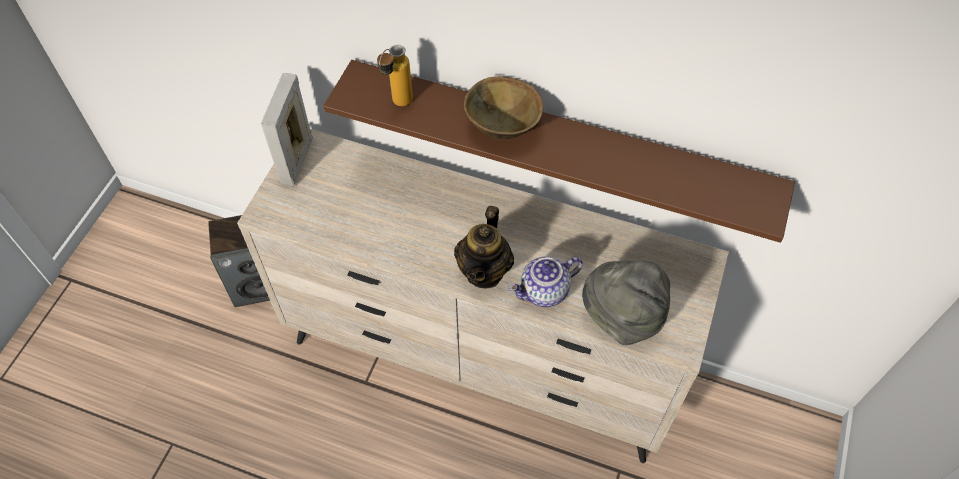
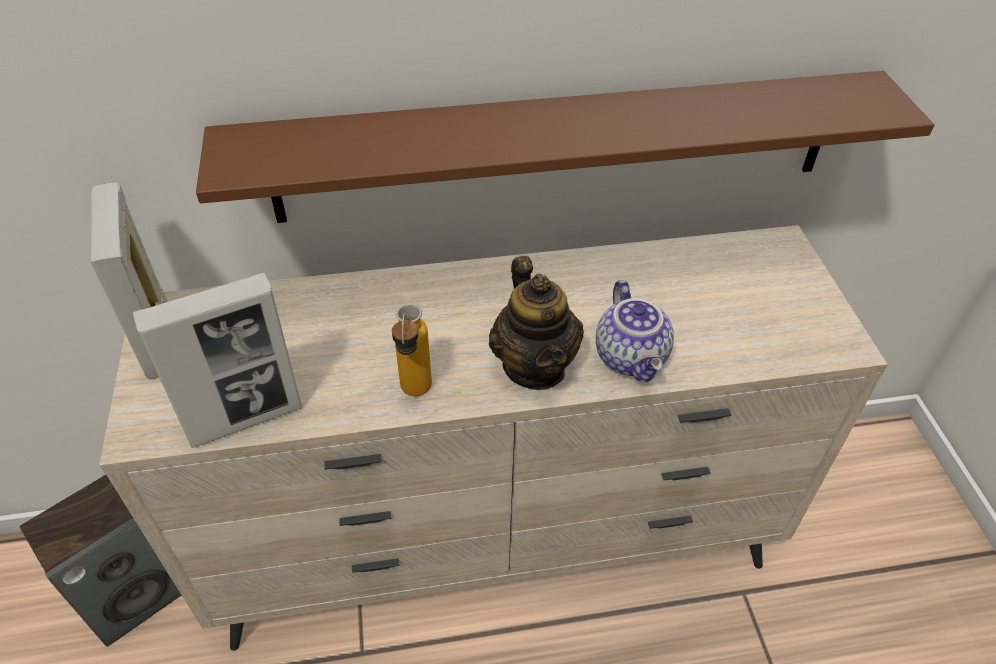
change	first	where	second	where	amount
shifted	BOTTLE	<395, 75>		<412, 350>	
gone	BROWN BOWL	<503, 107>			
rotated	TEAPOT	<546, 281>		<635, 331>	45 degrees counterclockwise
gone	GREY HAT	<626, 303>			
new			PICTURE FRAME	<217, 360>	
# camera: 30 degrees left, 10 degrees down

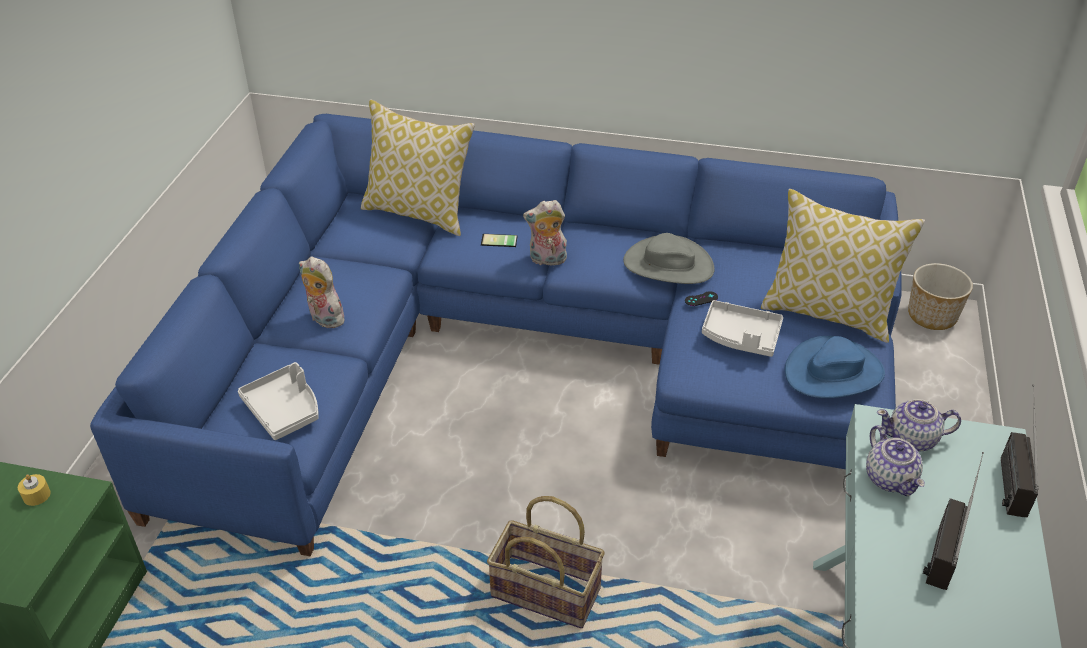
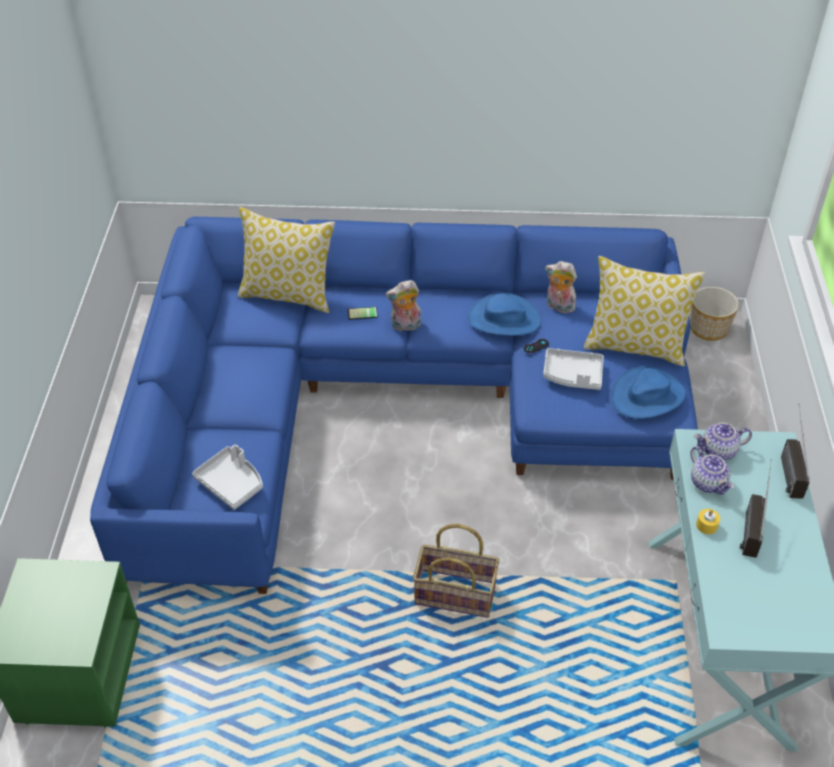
change	first	where	second	where	amount
shifted	YELLOW CANDLE	<34, 490>		<708, 521>	
shifted	PLUSH TOY	<322, 292>		<561, 287>	
repainted	GREY HAT	<669, 258>	BLUE HAT	<504, 314>	
# camera: 10 degrees left, 5 degrees up

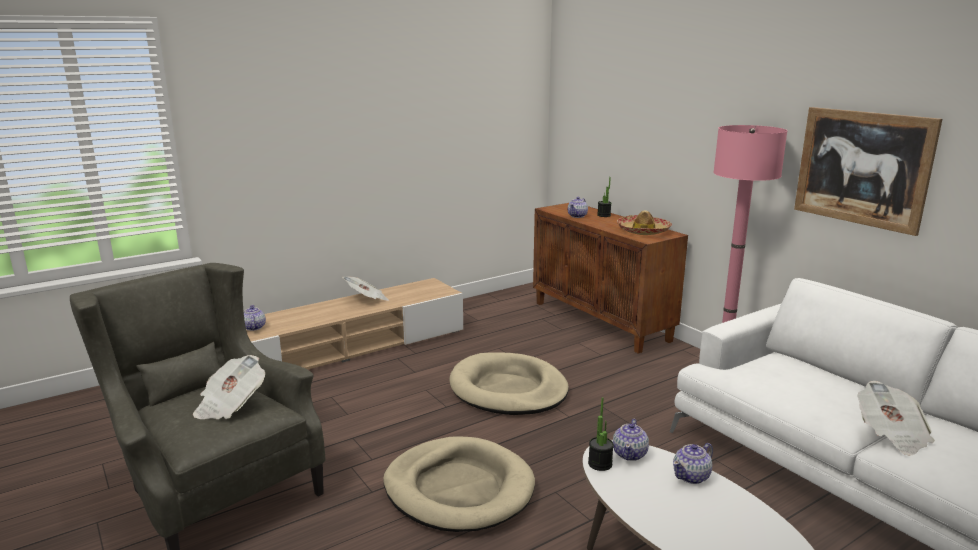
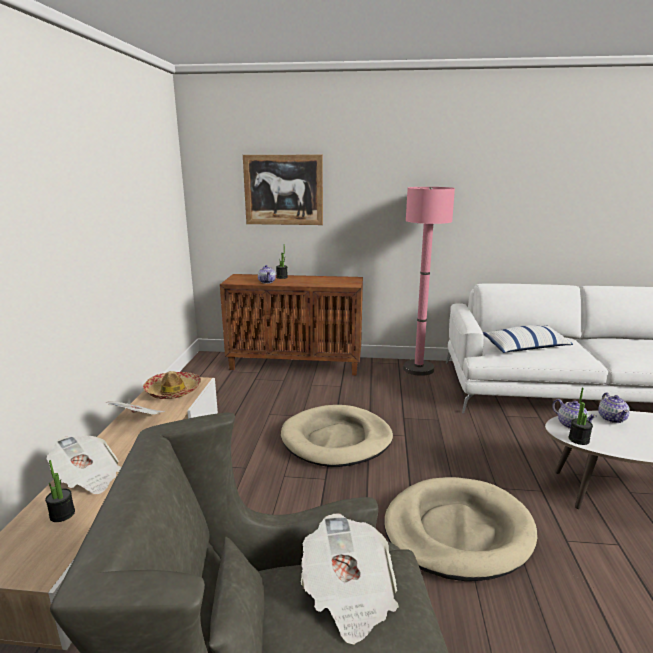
change	first	where	second	where	amount
swapped	TEAPOT	<255, 318>	POTTED PLANT	<60, 491>	
shifted	HAT	<644, 222>		<172, 385>	
shifted	PICTURE	<868, 171>		<283, 190>	
shifted	NEWSPAPER	<896, 418>		<84, 464>	
new			PILLOW	<528, 339>	
# camera: 50 degrees left, 0 degrees up

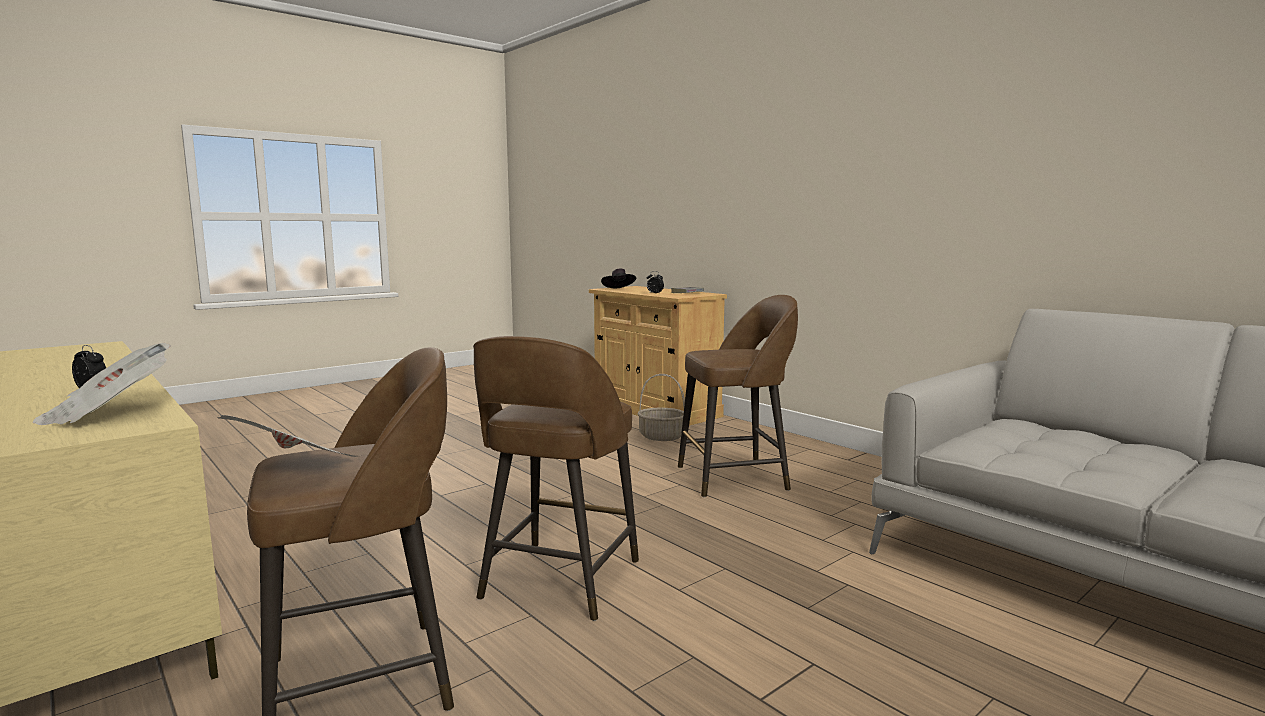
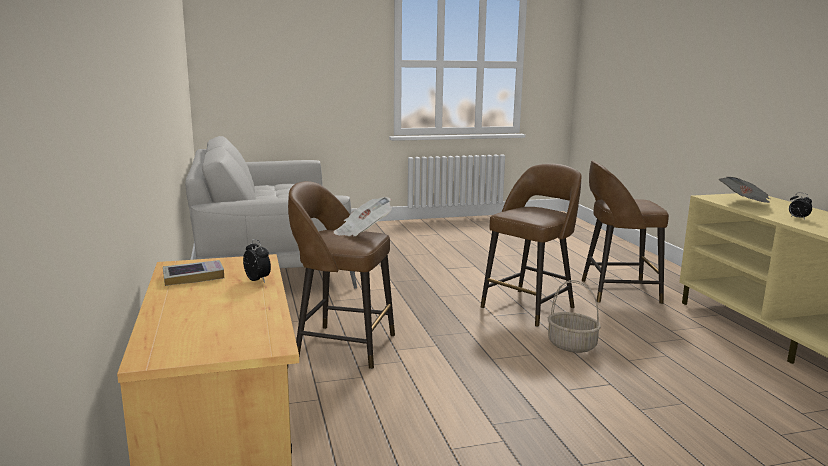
change	first	where	second	where	amount
shifted	NEWSPAPER	<287, 436>		<363, 217>	
gone	BLACK HAT	<618, 278>			
shifted	BASKET	<661, 407>		<574, 316>	
# camera: 155 degrees left, 5 degrees up

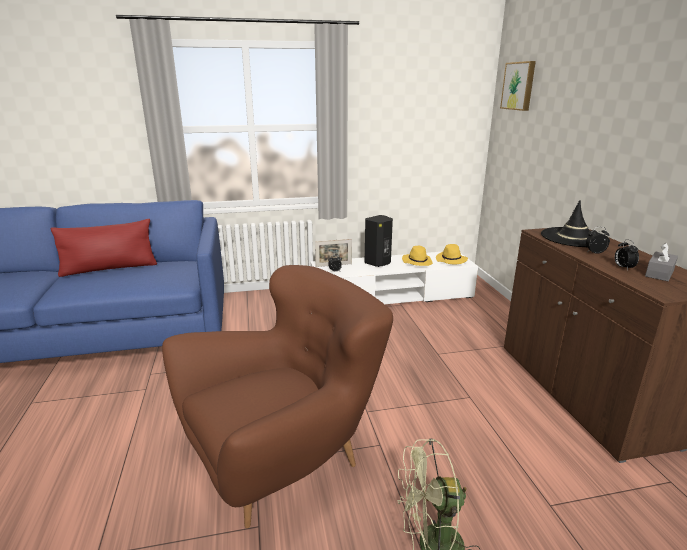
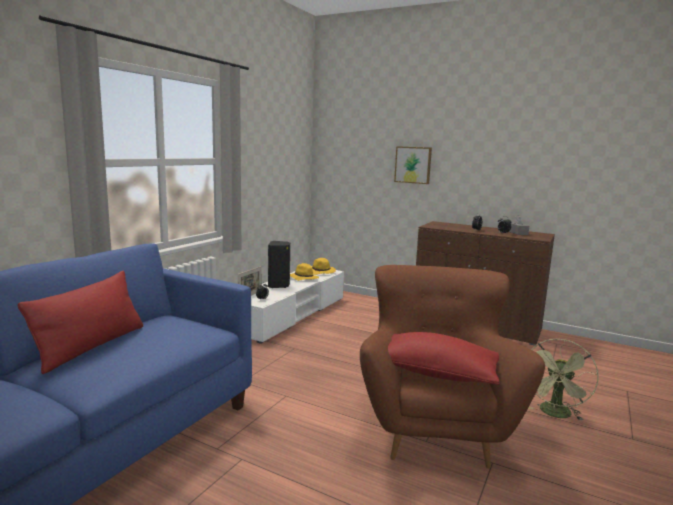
change	first	where	second	where	amount
shifted	PICTURE	<518, 86>		<413, 165>	
gone	BLACK HAT	<575, 223>			
new			RED PILLOW	<444, 358>	
# camera: 50 degrees left, 10 degrees down

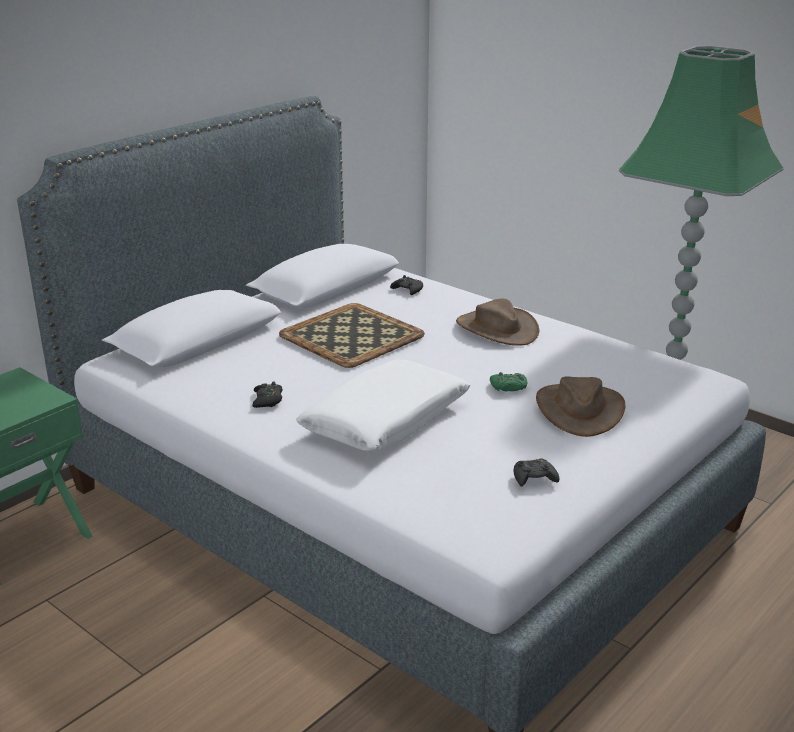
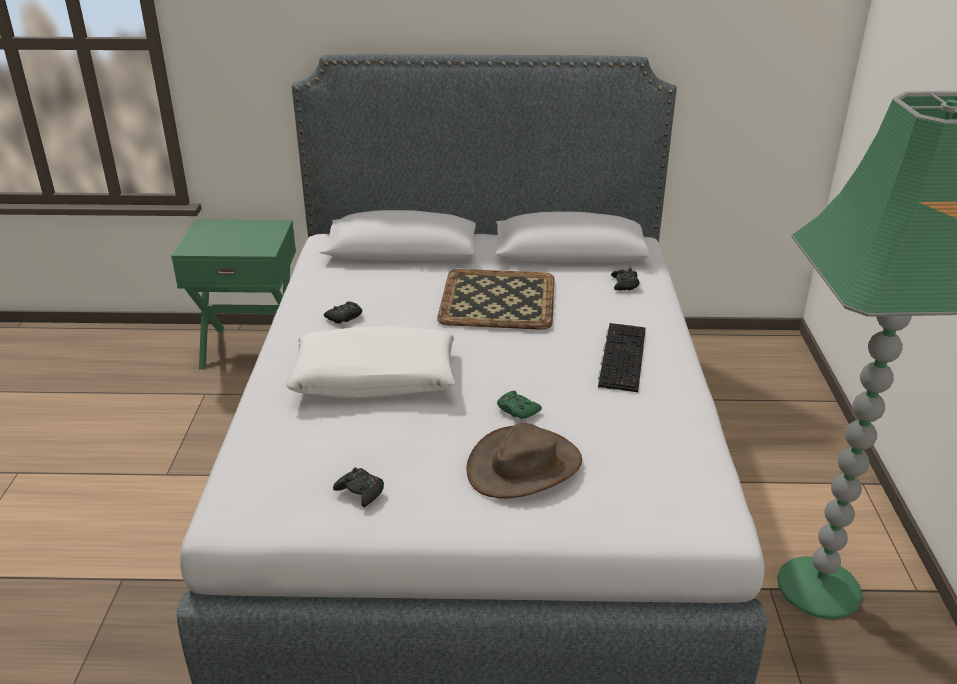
change	first	where	second	where	amount
swapped	BROWN HAT	<497, 322>	KEYBOARD	<622, 357>	
# camera: 50 degrees right, 5 degrees up

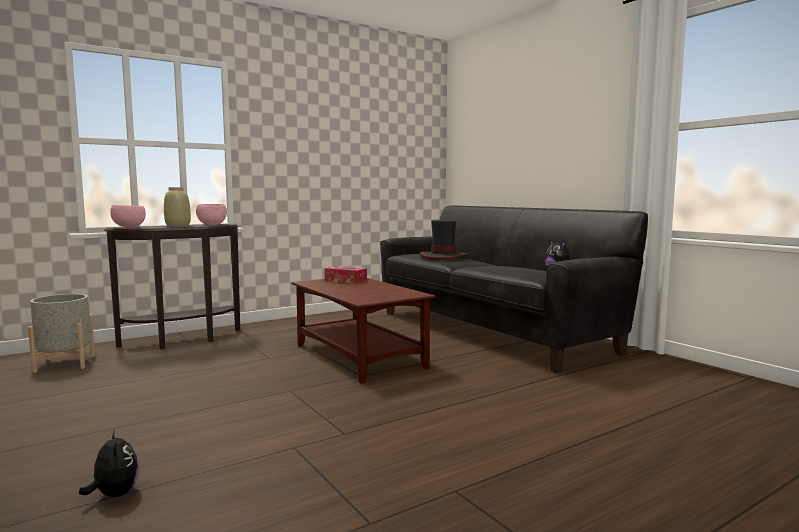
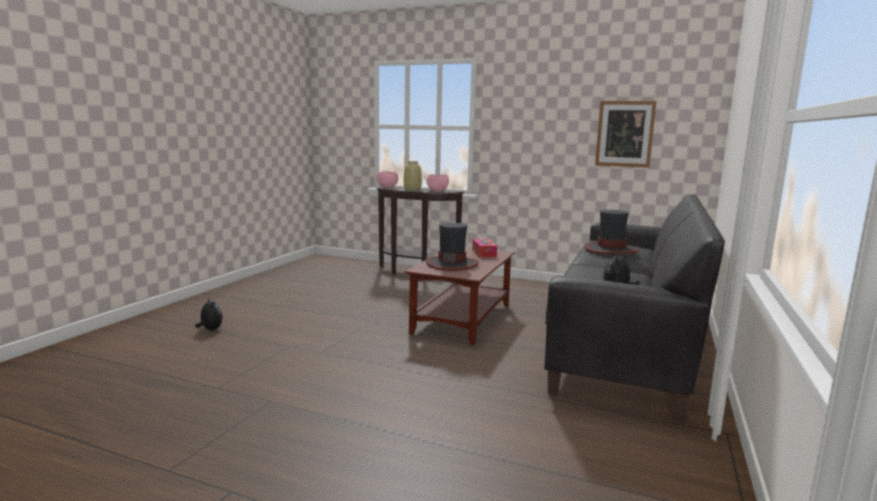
change	first	where	second	where	amount
gone	GREY PLANTER	<61, 333>			
rotated	PLUSH TOY	<109, 463>		<209, 314>	60 degrees counterclockwise
new			HAT	<452, 247>	
new			PICTURE	<625, 134>	
# camera: 55 degrees right, 5 degrees up

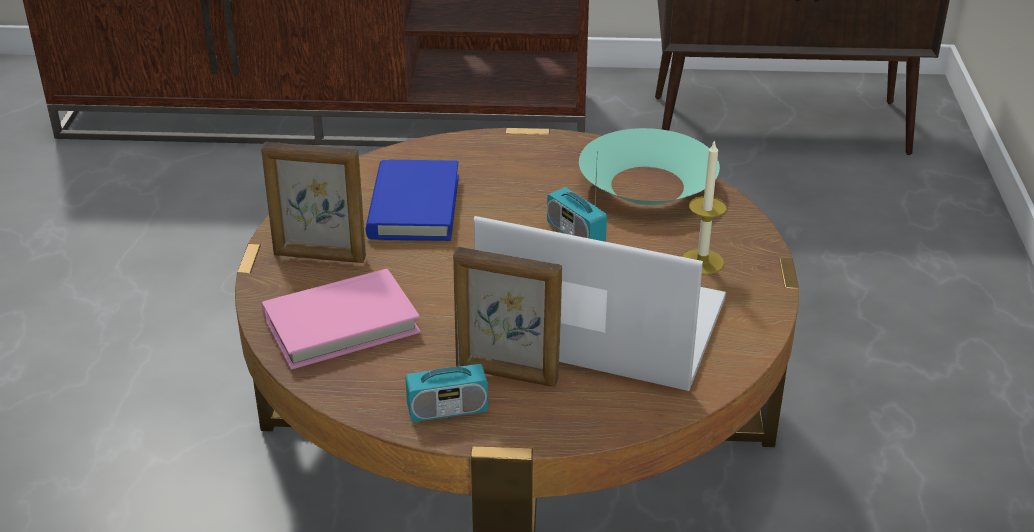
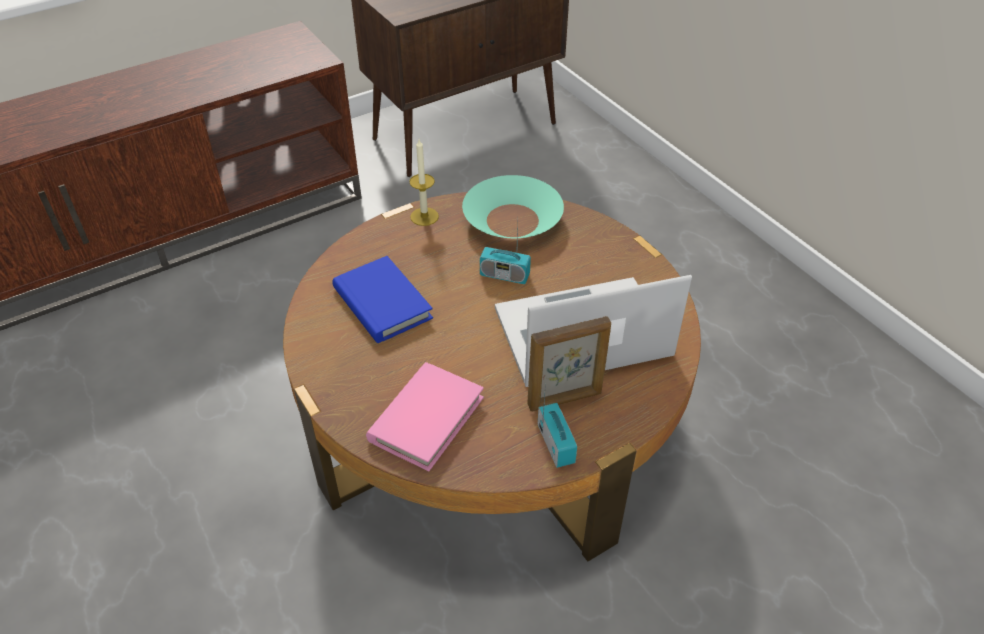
change	first	where	second	where	amount
gone	PICTURE FRAME	<313, 202>			
rotated	RADIO	<446, 370>		<557, 425>	60 degrees counterclockwise
shifted	CANDLE	<704, 207>		<424, 182>	
# camera: 35 degrees left, 10 degrees up

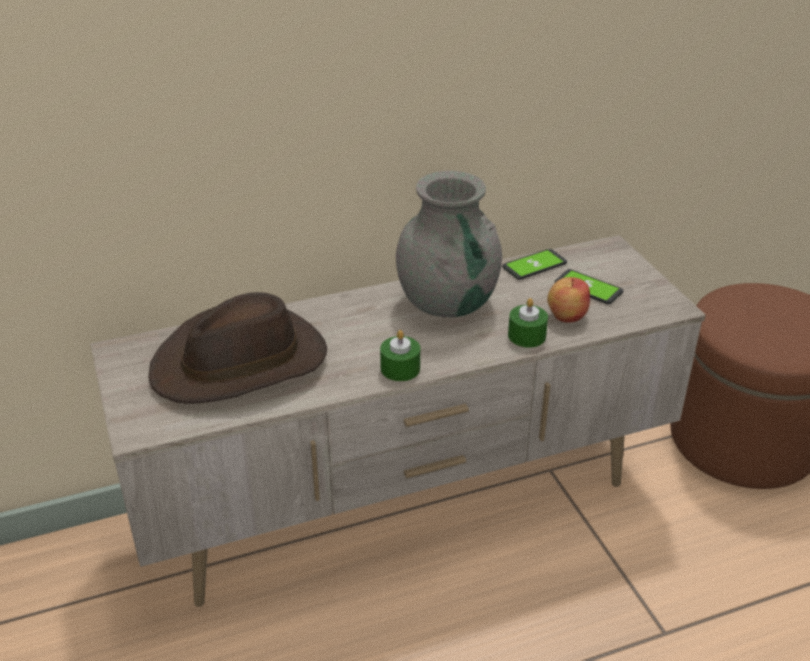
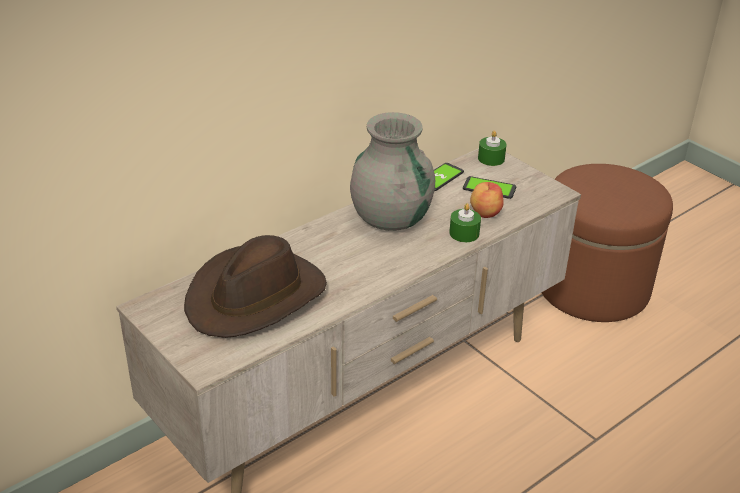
change	first	where	second	where	amount
shifted	GREEN CANDLE	<400, 355>		<492, 148>	
# camera: 20 degrees left, 0 degrees up

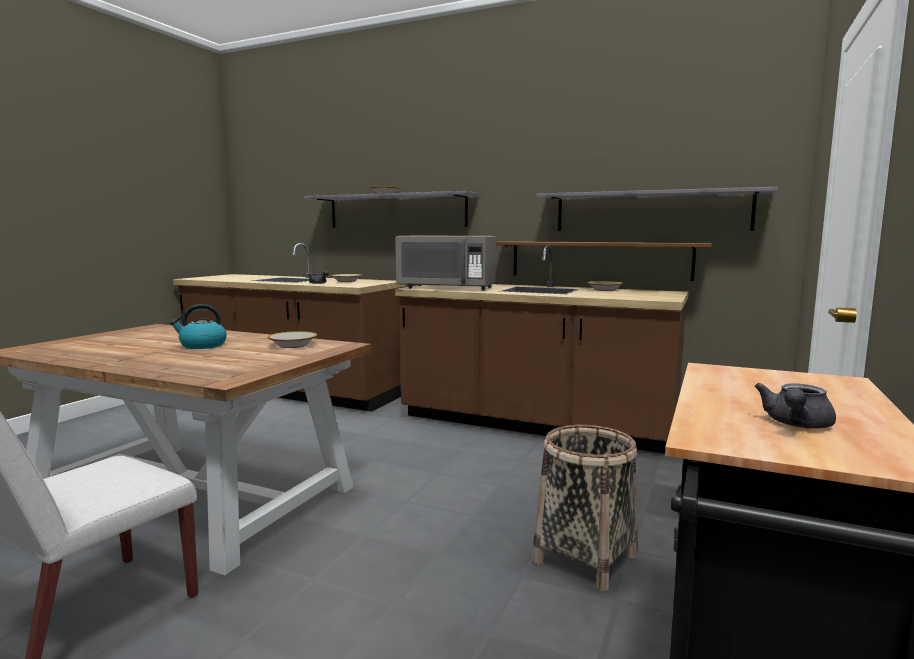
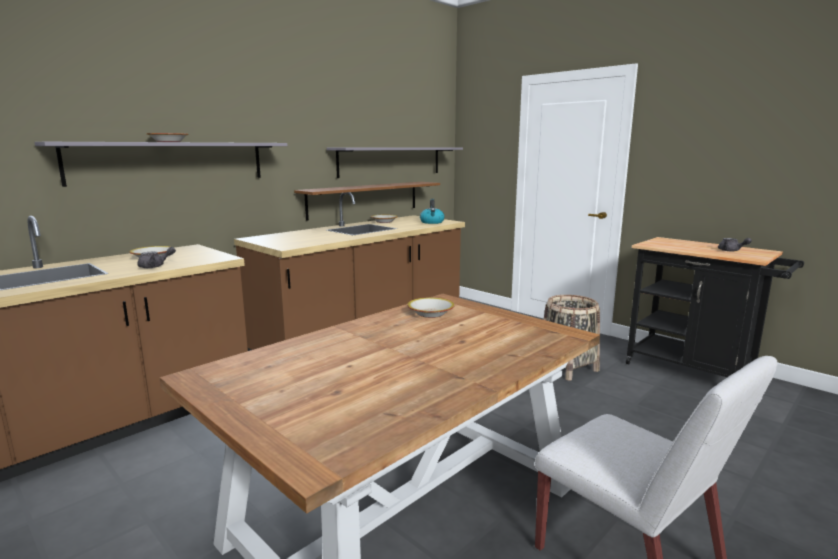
change	first	where	second	where	amount
shifted	KETTLE	<198, 326>		<432, 211>	
gone	GREY MICROWAVE	<445, 263>			
# camera: 70 degrees left, 5 degrees up

